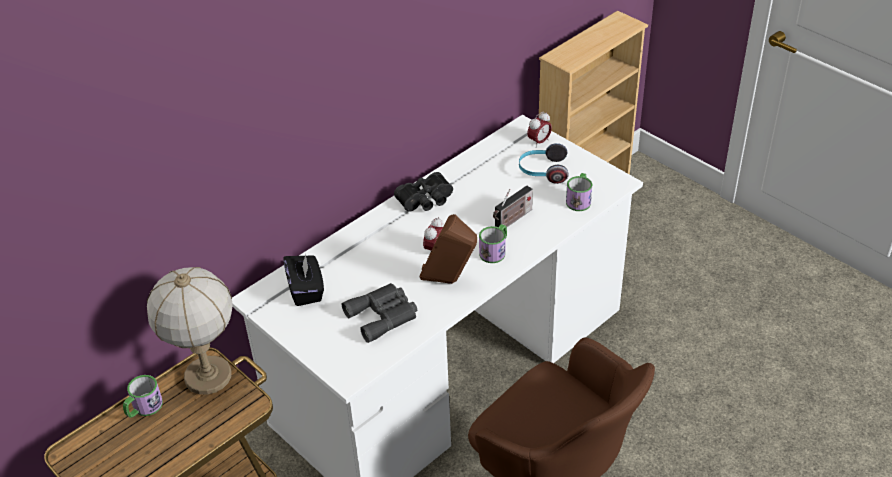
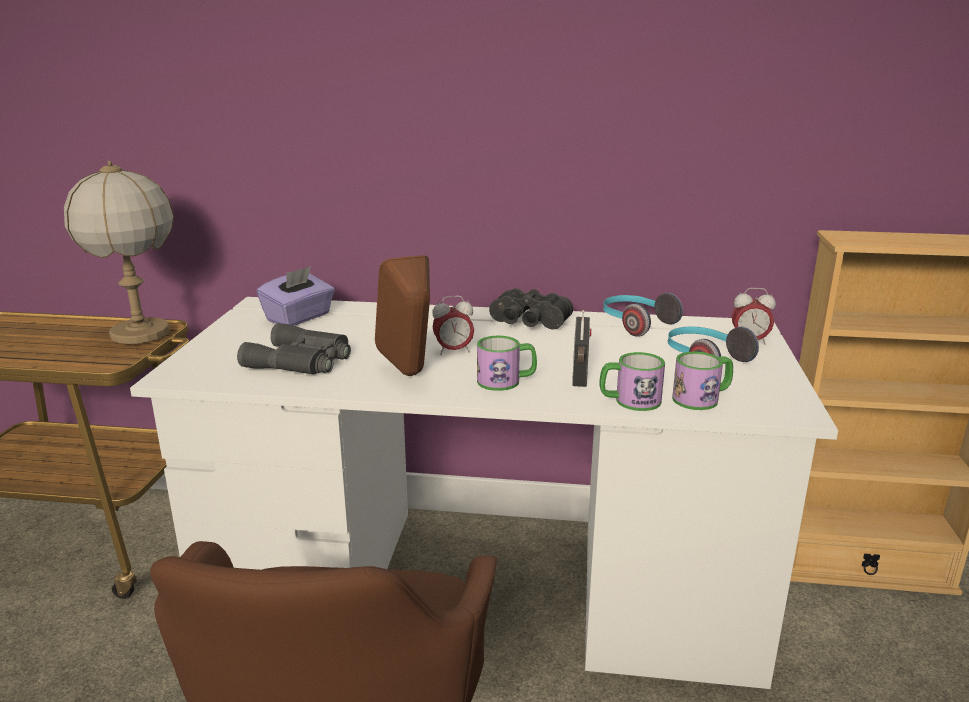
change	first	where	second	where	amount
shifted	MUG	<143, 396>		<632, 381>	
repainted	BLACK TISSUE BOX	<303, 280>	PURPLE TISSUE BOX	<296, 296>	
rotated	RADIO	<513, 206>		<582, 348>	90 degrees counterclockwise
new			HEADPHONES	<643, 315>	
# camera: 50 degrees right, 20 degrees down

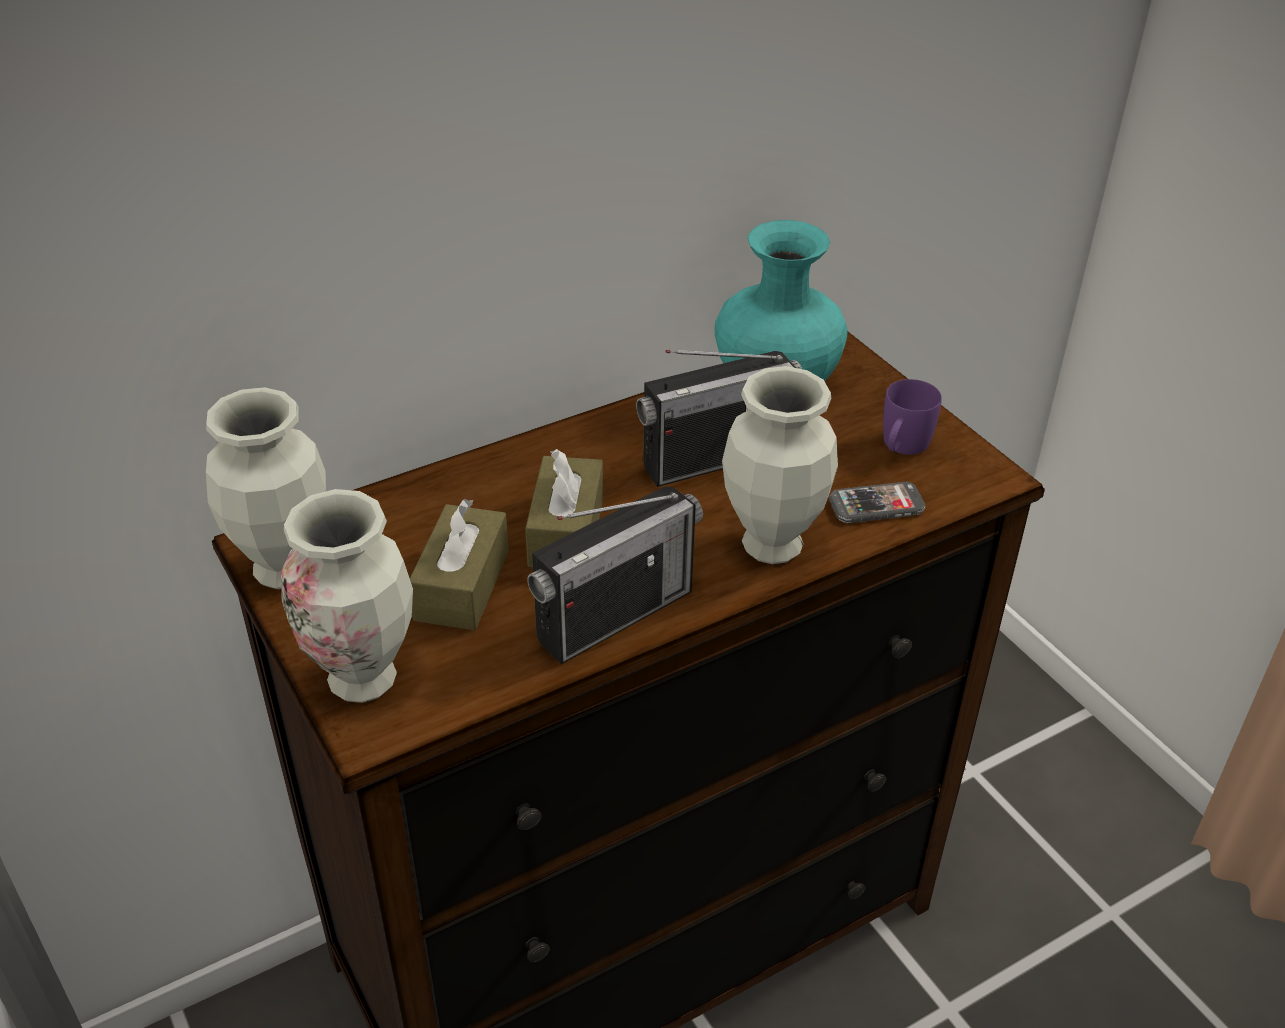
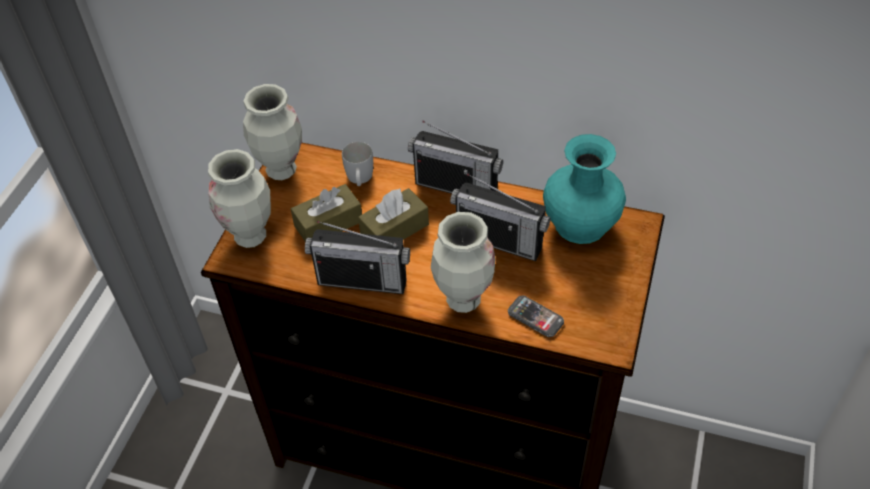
change	first	where	second	where	amount
gone	PURPLE MUG	<912, 417>			
new			WHITE MUG	<357, 164>	
new			RADIO	<455, 157>	
# camera: 50 degrees right, 10 degrees up

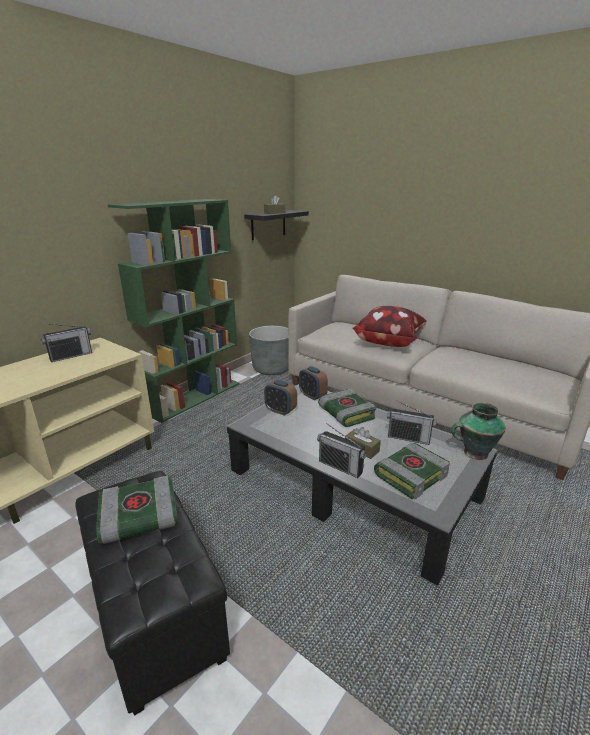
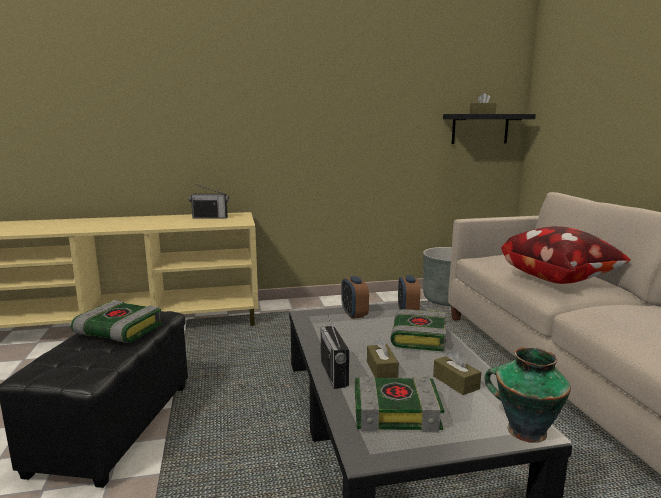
change	first	where	second	where	amount
gone	GREEN BOOKCASE	<173, 311>			
swapped	RADIO	<412, 422>	BROWN TISSUE BOX	<457, 372>	
# camera: 40 degrees right, 10 degrees down

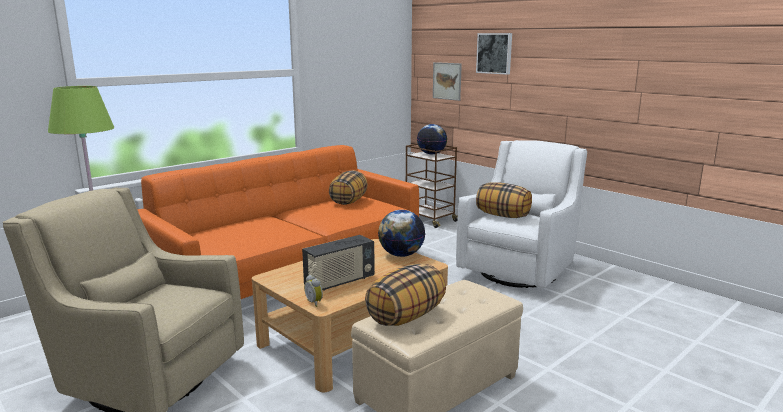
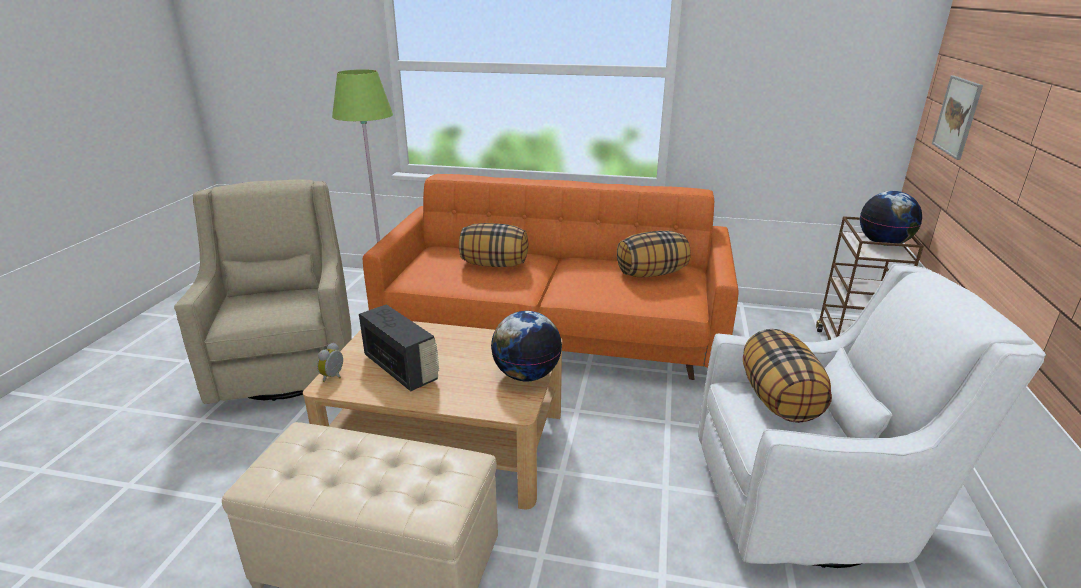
change	first	where	second	where	amount
rotated	RADIO	<338, 263>		<399, 347>	150 degrees counterclockwise
shifted	PILLOW	<405, 295>		<493, 245>	
gone	PICTURE	<494, 54>			
# camera: 55 degrees right, 10 degrees up

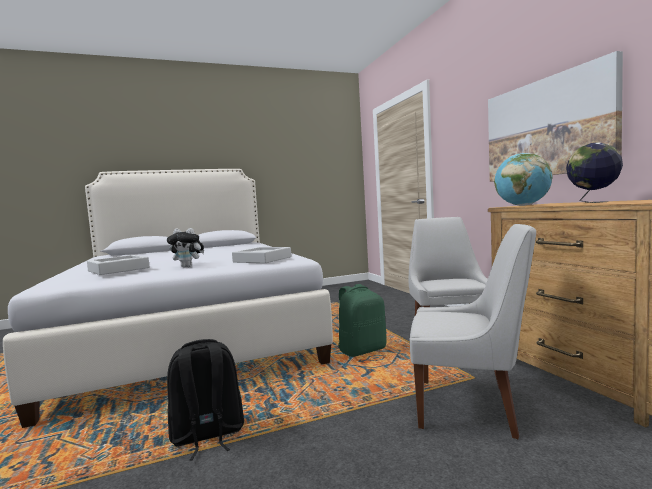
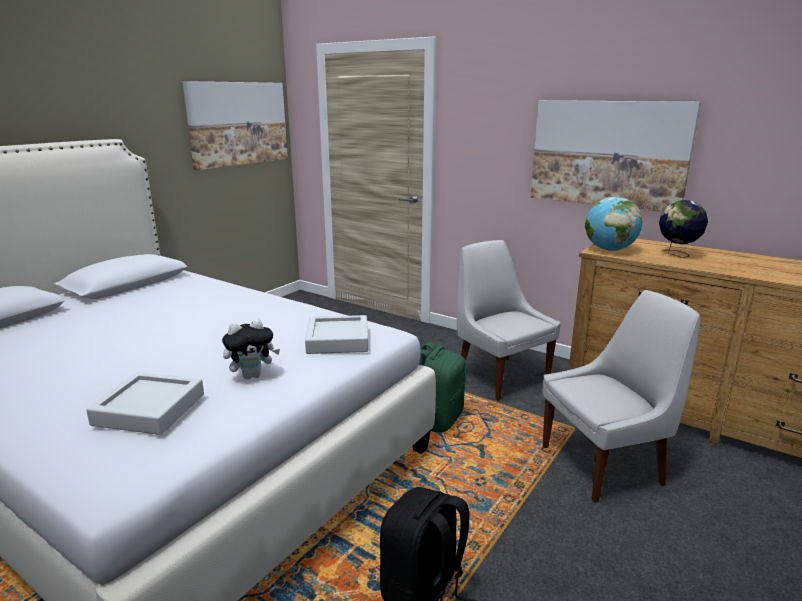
change	first	where	second	where	amount
new			PICTURE	<235, 125>	
# camera: 35 degrees left, 15 degrees up

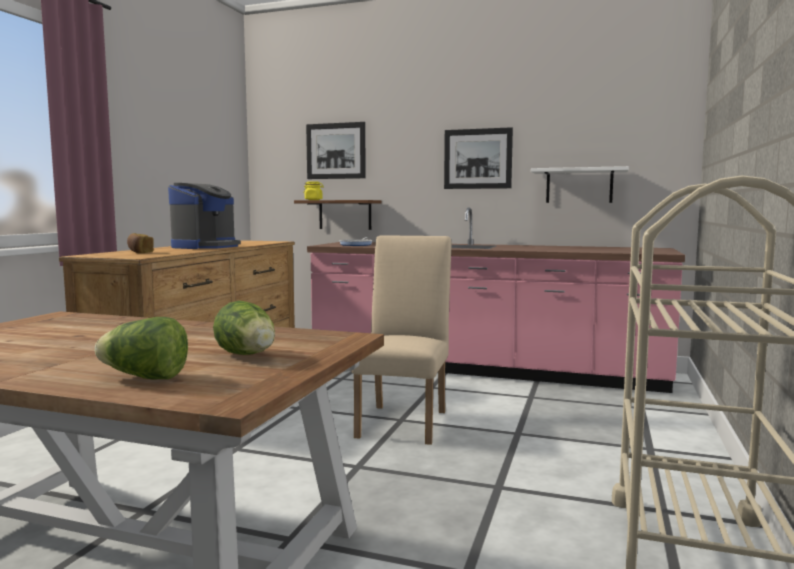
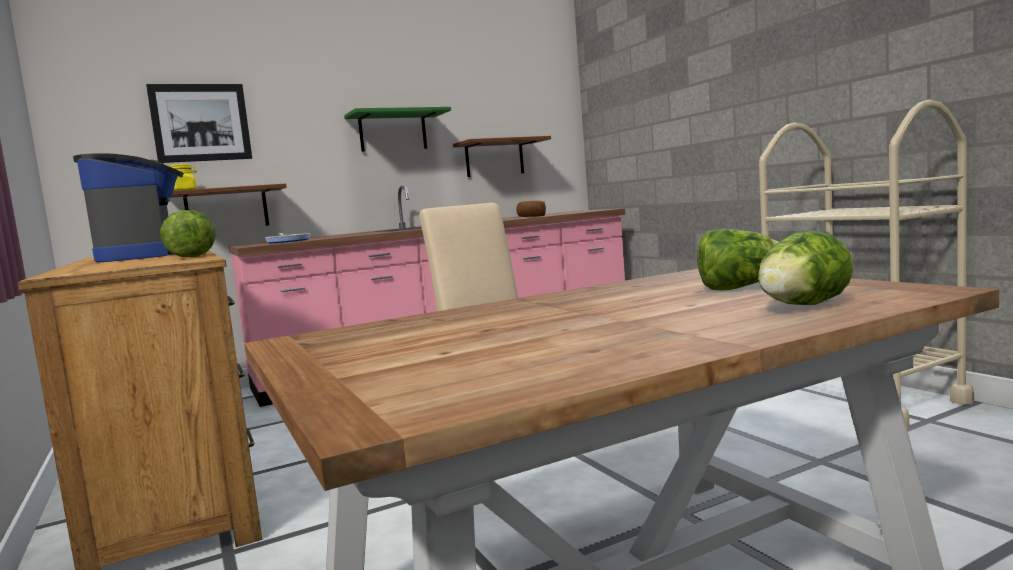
change	first	where	second	where	amount
shifted	BREAD	<140, 243>		<531, 209>	
swapped	PICTURE	<478, 158>	GREEN SHELF	<397, 129>	
repainted	WHITE SHELF	<580, 184>	BROWN SHELF	<502, 156>	
new			LETTUCE	<188, 233>	
# camera: 45 degrees left, 0 degrees up

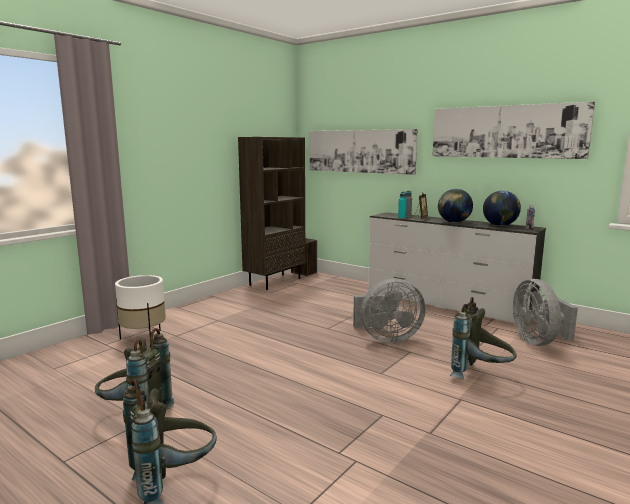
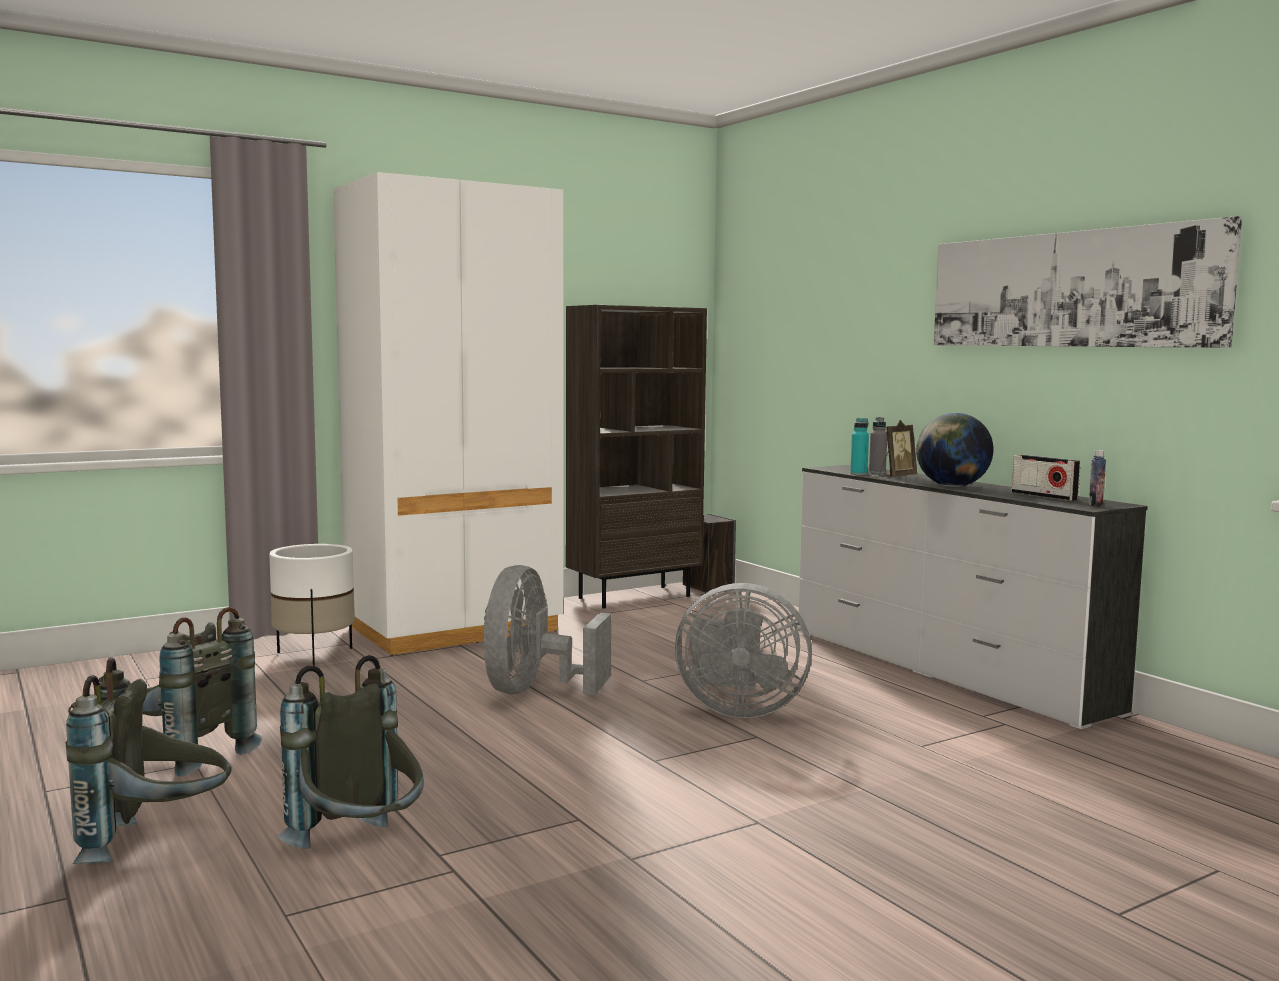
change	first	where	second	where	amount
gone	PICTURE	<364, 152>			
shifted	GREY BACKPACK	<483, 338>		<351, 752>	
swapped	GLOBE	<502, 208>	RADIO	<1046, 478>	
shifted	GREY FAN	<545, 312>		<547, 630>	
new			WHITE WARDROBE	<448, 414>	
# camera: 20 degrees right, 5 degrees down

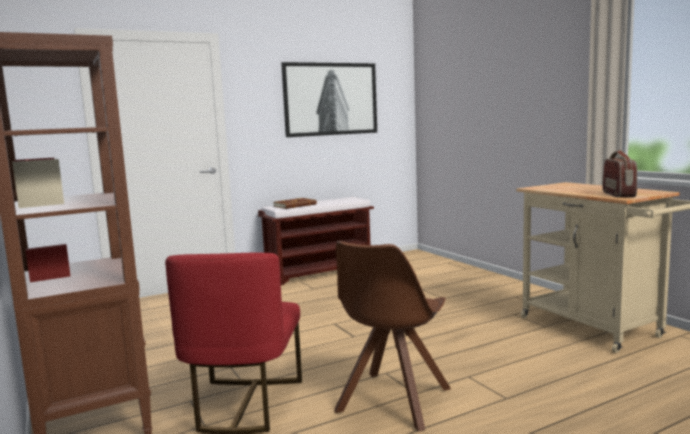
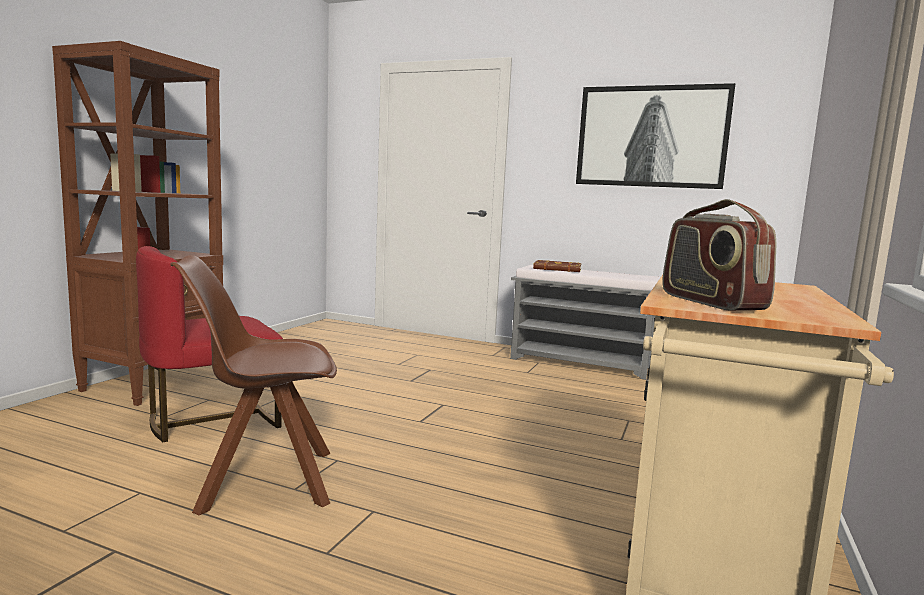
change	first	where	second	where	amount
repainted	BROWN BENCH	<316, 241>	GREY BENCH	<585, 322>	
rotated	RADIO	<620, 173>		<719, 254>	105 degrees clockwise
# camera: 50 degrees right, 0 degrees up

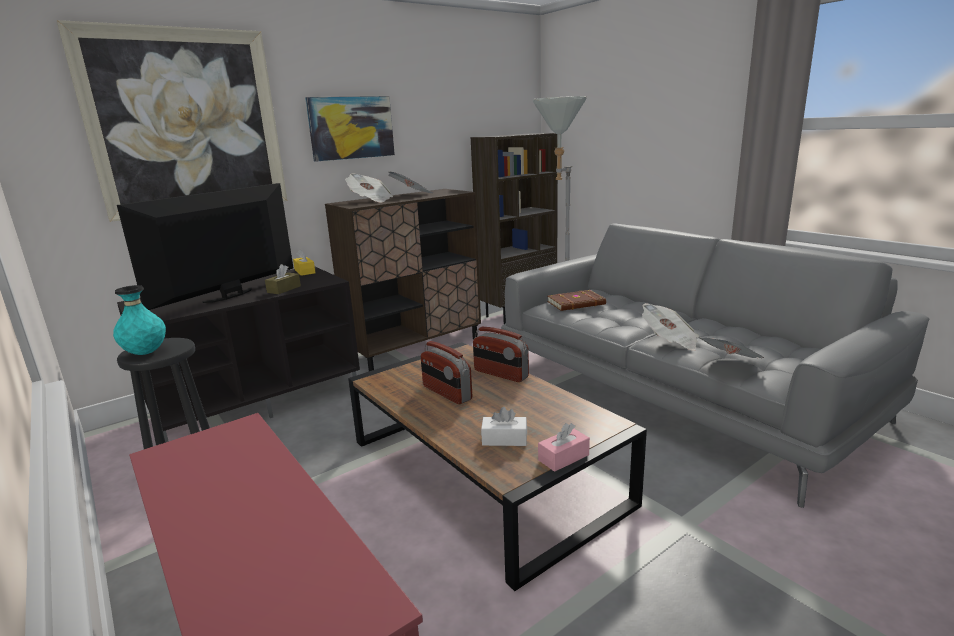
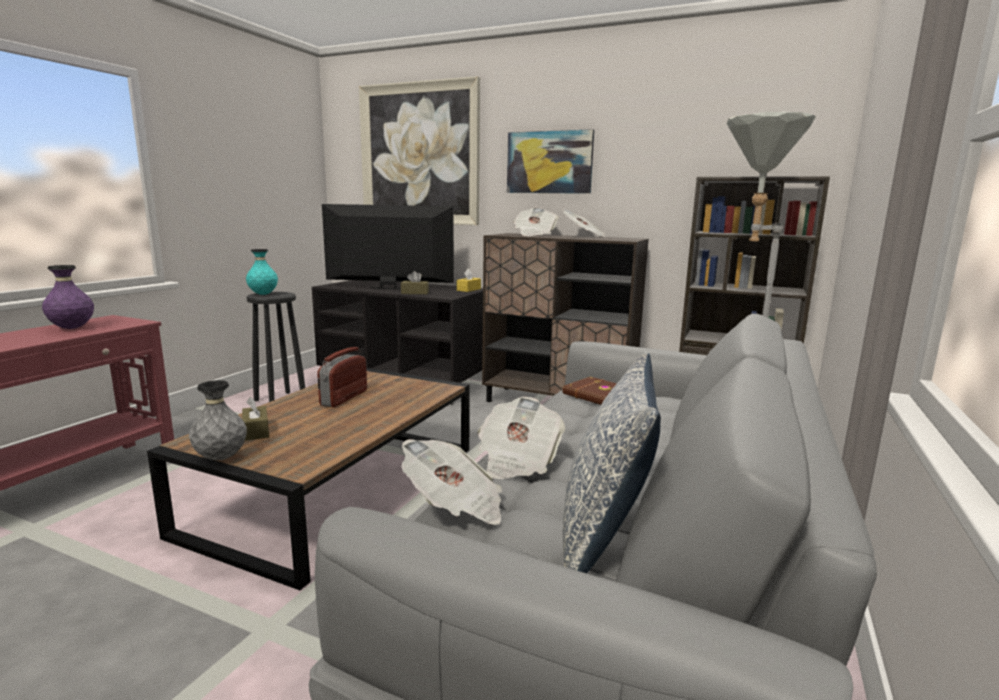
change	first	where	second	where	amount
gone	RADIO	<501, 354>			
repainted	WHITE TISSUE BOX	<504, 426>	BROWN TISSUE BOX	<255, 419>	
swapped	PINK TISSUE BOX	<564, 447>	GREY VASE	<218, 420>	
new			PURPLE VASE	<68, 297>	
new			PILLOW	<612, 462>	
# camera: 60 degrees right, 5 degrees down

